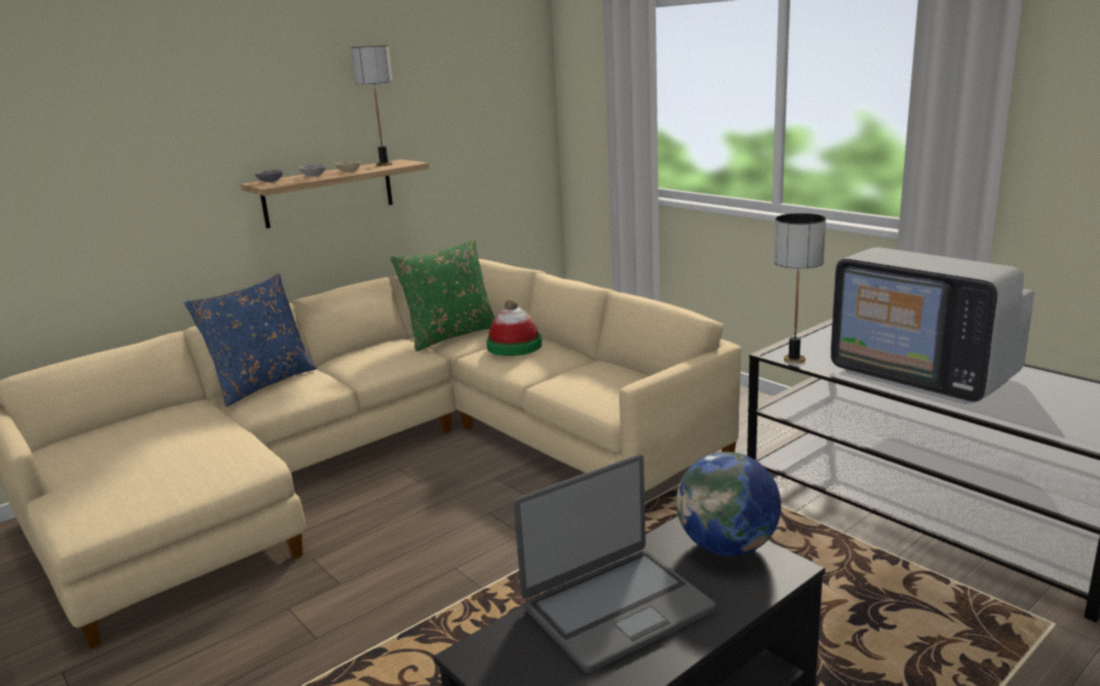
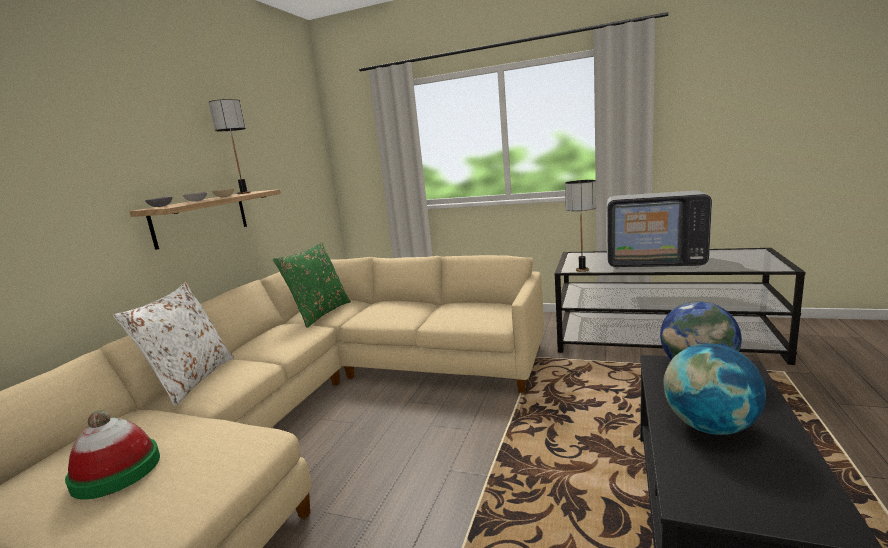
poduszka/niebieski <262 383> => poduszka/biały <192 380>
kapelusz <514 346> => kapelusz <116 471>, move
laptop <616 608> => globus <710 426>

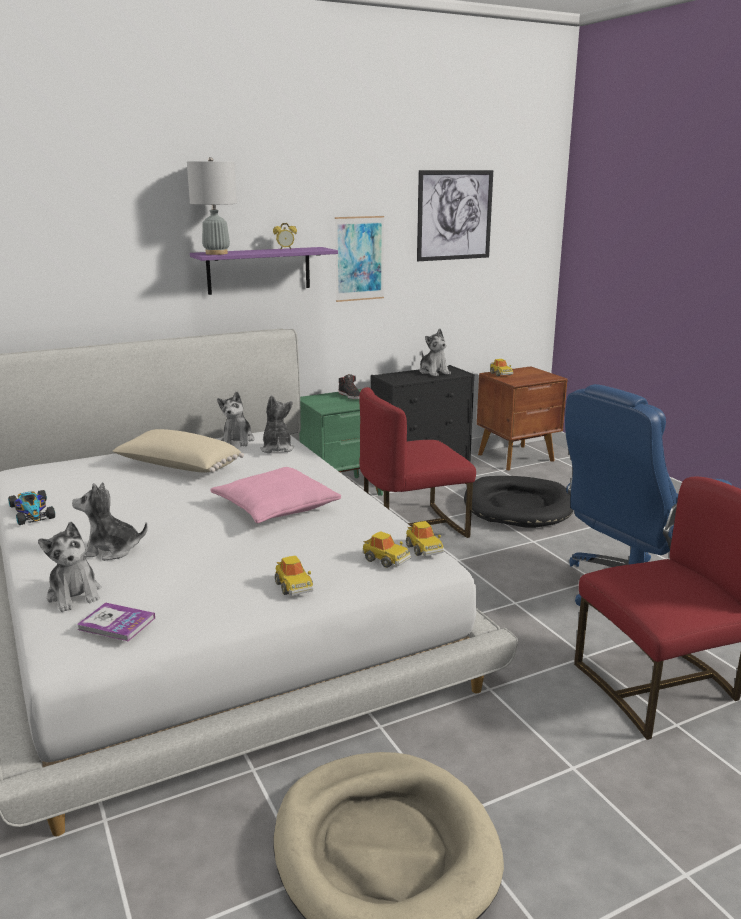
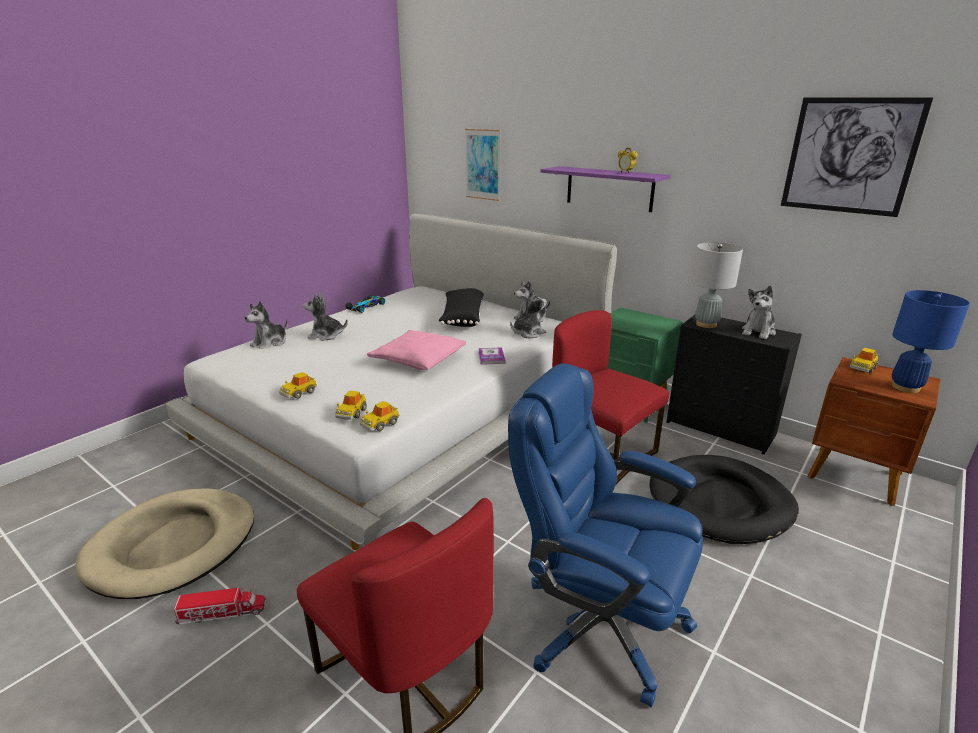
pluszak <111 550> => pluszak <326 335>, 60 degrees counterclockwise
książka <116 623> => książka <491 357>, move
poduszka/beżowy <178 468> => poduszka/czarny <461 318>
lampa stołowa/szary <217 253> => lampa stołowa/szary <706 324>, move
obraz <359 258> => obraz <483 164>, move
but/czarny <351 396> => nothing
nothing => ciężarówka zabawkowa <222 613>
nothing => lampa stołowa/niebieski <906 387>

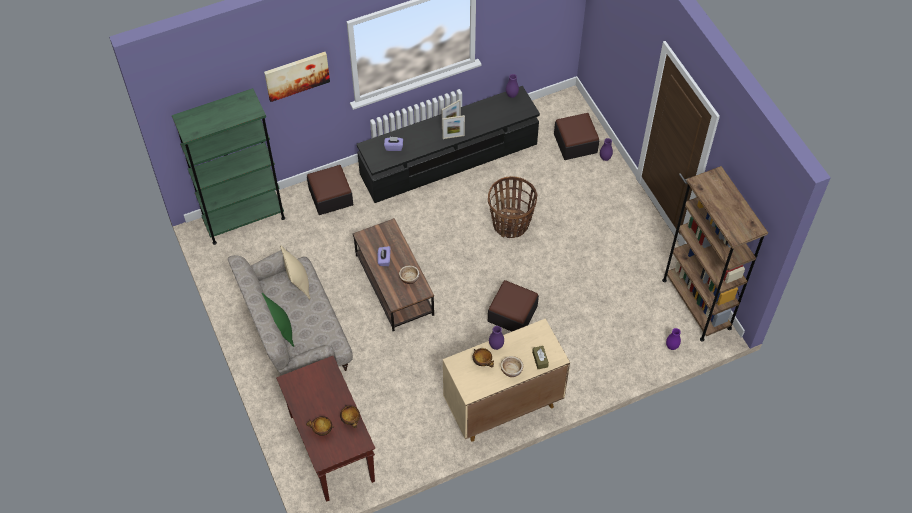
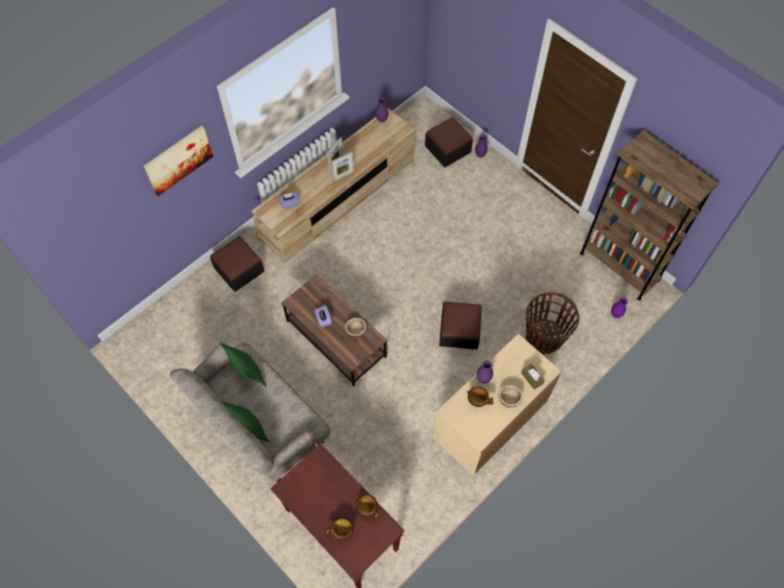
regał/zielony <244 219> => nothing
poduszka/beżowy <298 282> => poduszka/zielony <247 372>
szafka pod telewizor/czarny <449 159> => szafka pod telewizor/beżowy <338 199>
koszyk <510 224> => koszyk <544 337>, move

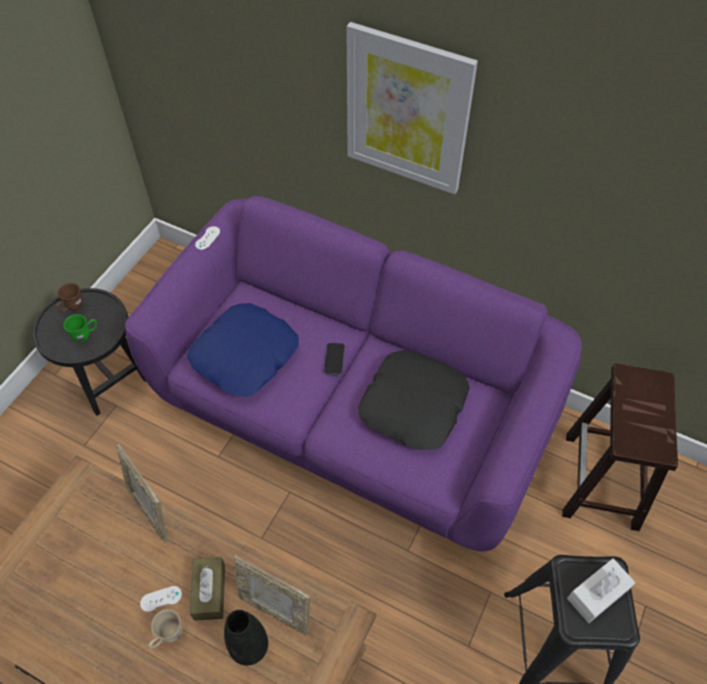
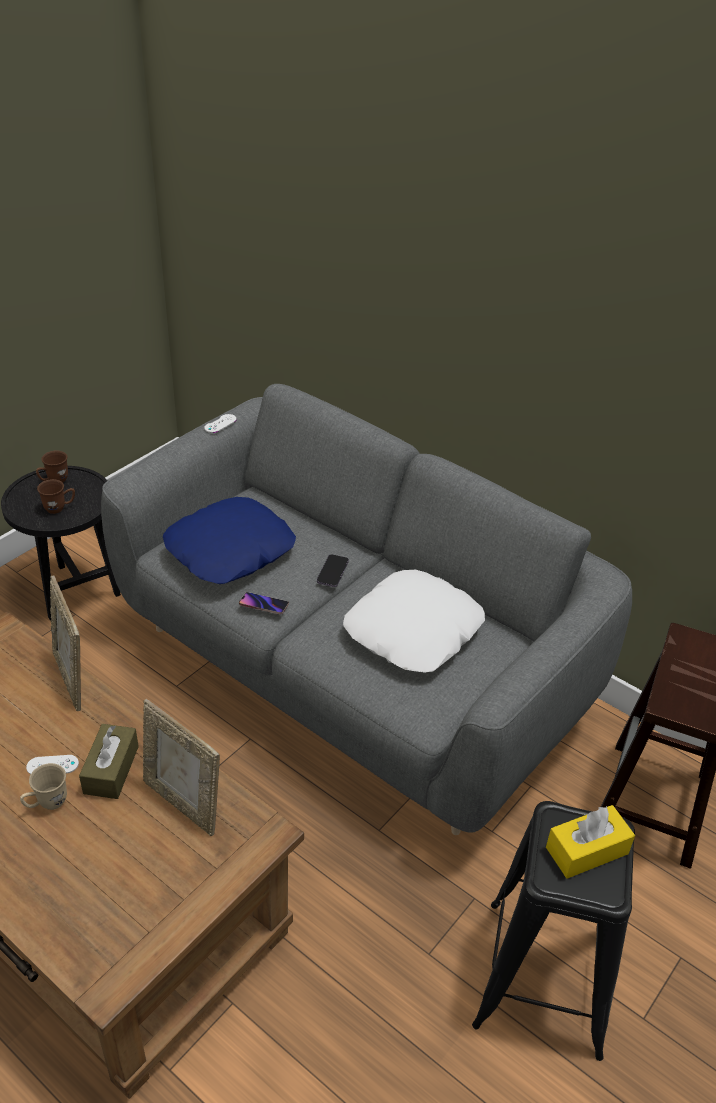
kubek/zielony <85 335> => kubek/brązowy <59 508>
kanapa/fioletowy <353 414> => kanapa/szary <352 672>
wazon/czarny <249 646> => nothing
obraz <407 111> => nothing
poduszka/czarny <414 405> => poduszka/biały <414 631>
pudełko chusteczek/biały <597 594> => pudełko chusteczek/żółty <587 850>
nothing => telefon <263 605>

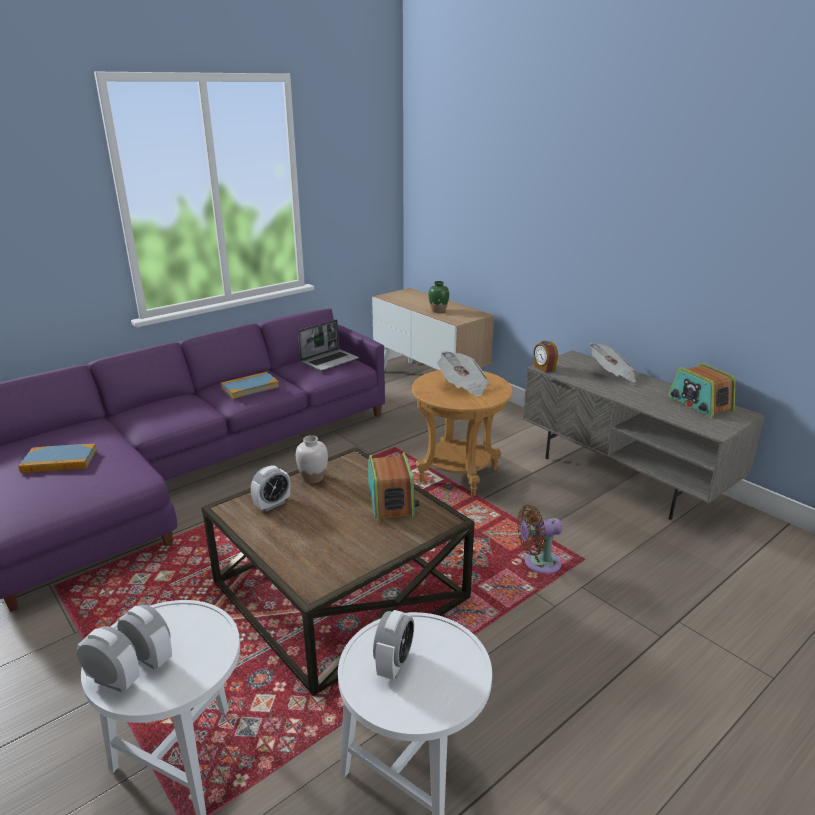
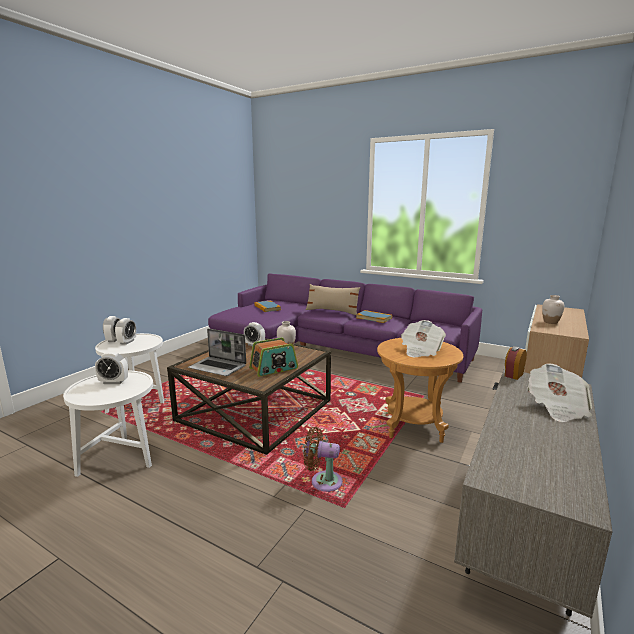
laptop <330 361> => laptop <218 367>, move
wazon/zielony <438 311> => wazon/biały <550 322>
wentylator/brązowy <538 563> => wentylator/brązowy <323 481>, 45 degrees counterclockwise
radio <699 404> => nothing
nothing => poduszka/beżowy <332 311>

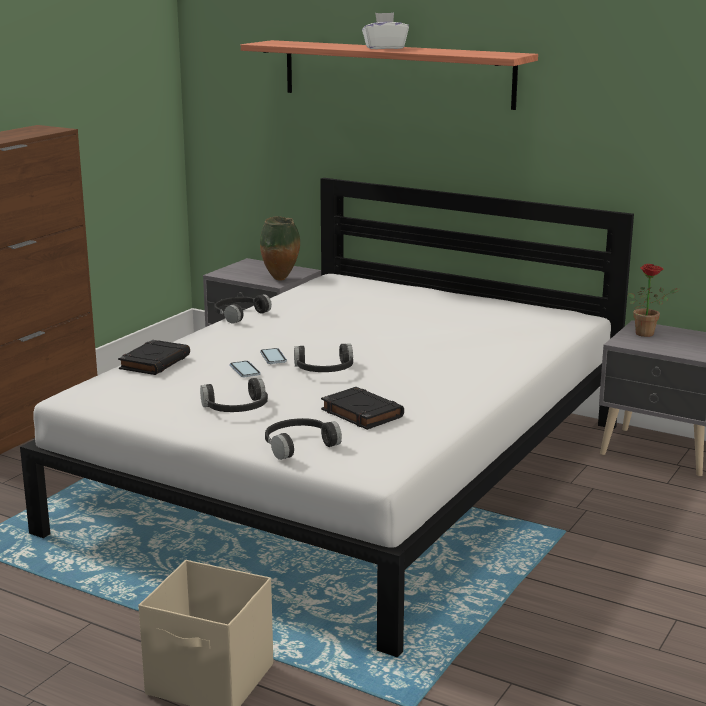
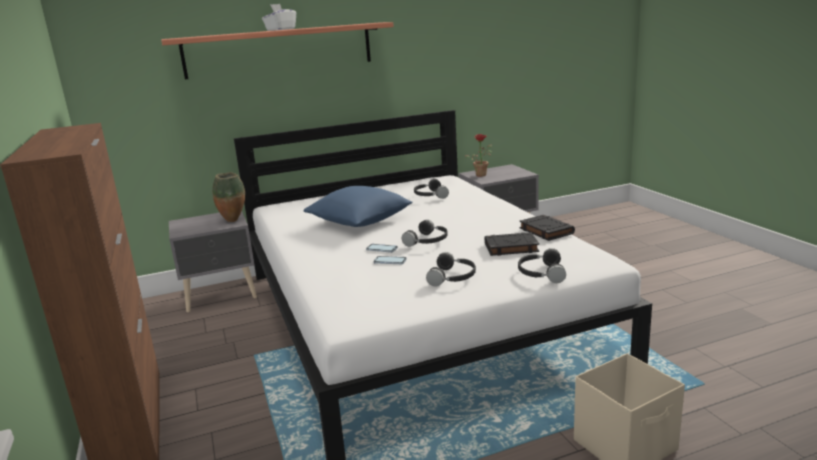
książka/czarny <155 362> => książka/czarny <545 231>, move
słuchawki/czarny <238 315> => słuchawki/czarny <429 195>, move
nothing => poduszka/niebieski <360 222>

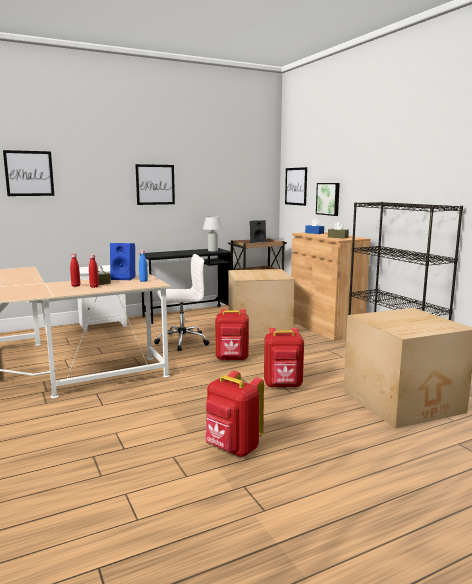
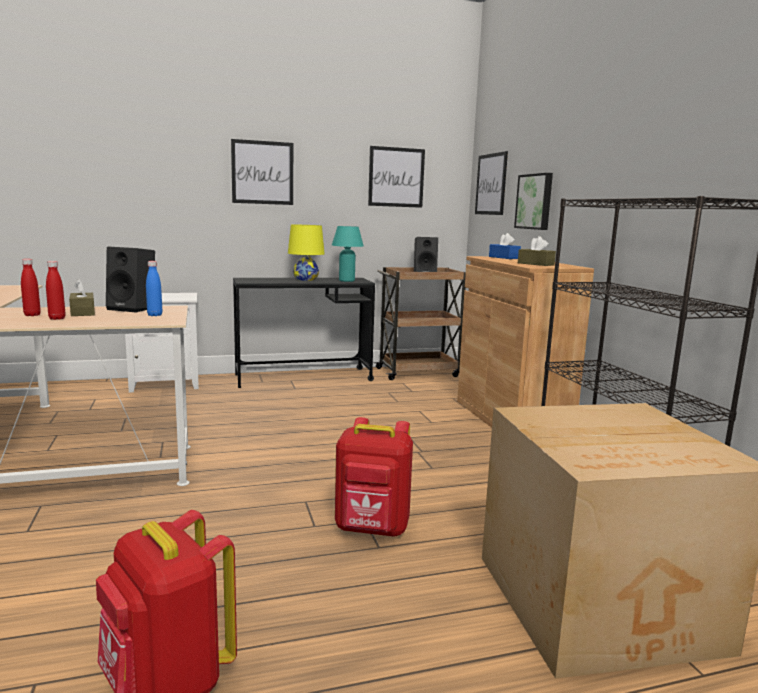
obraz <29 173> => obraz <396 177>, move
głośnik/niebieski <124 278> => głośnik/czarny <134 309>
krzesło biurowe/biały <181 341> => nothing
lampa stołowa/biały <212 251> => lampa stołowa/turkusowy <346 281>
plecak/czerwony <232 359> => nothing
karton <258 329> => nothing
nothing => lampa stołowa/żółty <305 279>

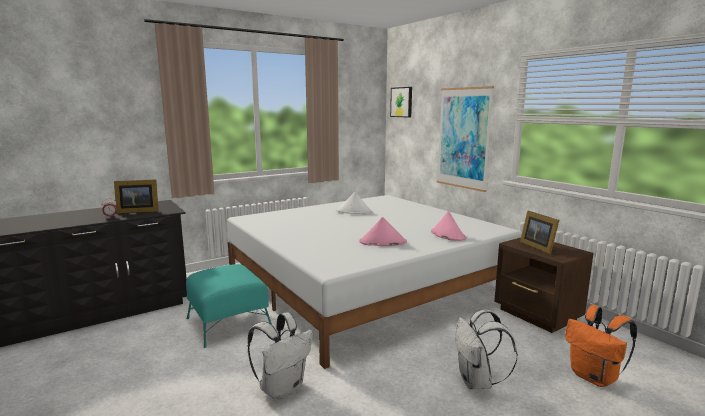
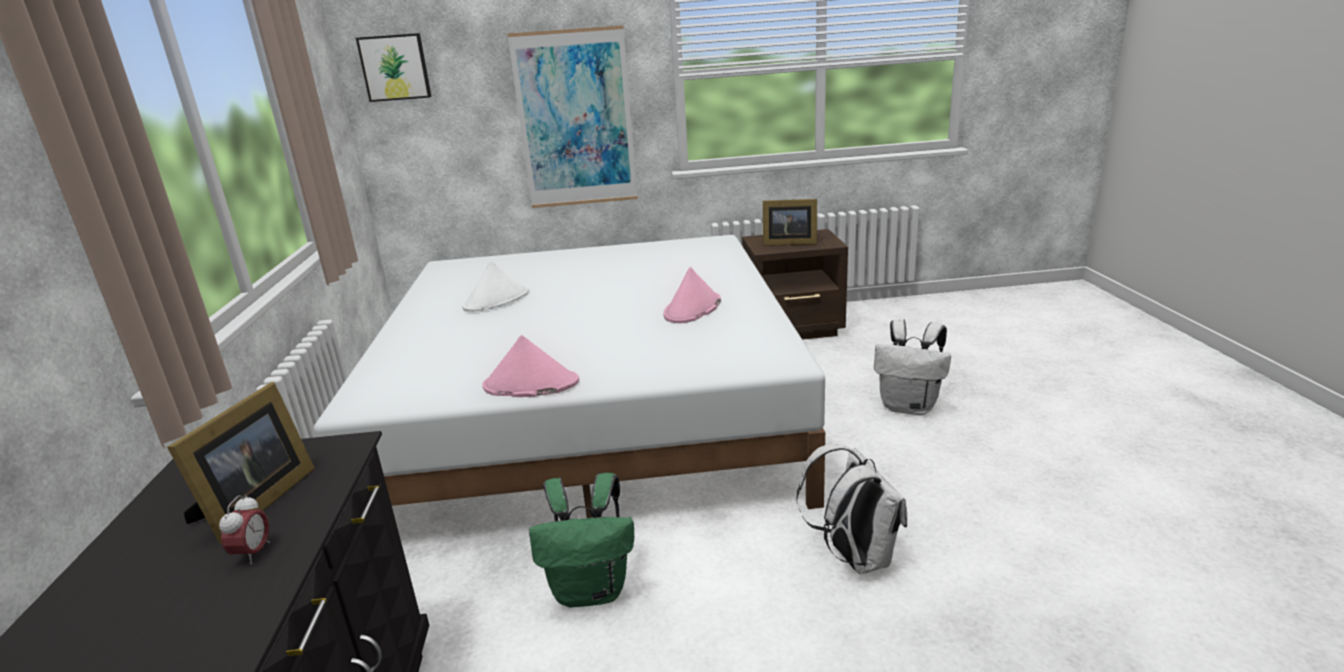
pufa/turkusowy <228 323> => plecak/zielony <592 590>
kapelusz/różowy <447 235> => kapelusz/różowy <530 384>, move
plecak/pomarańczowy <595 377> => nothing

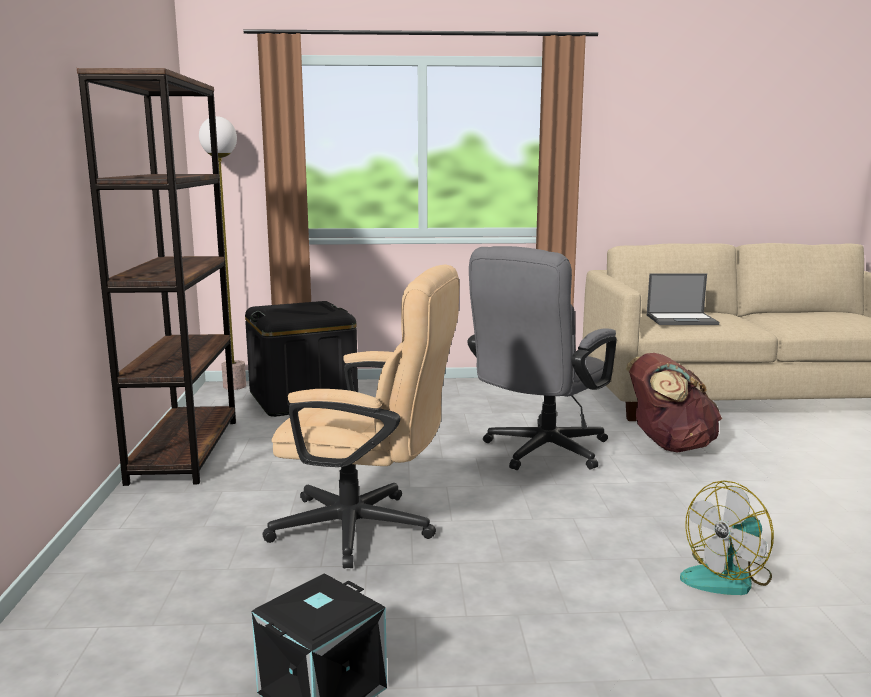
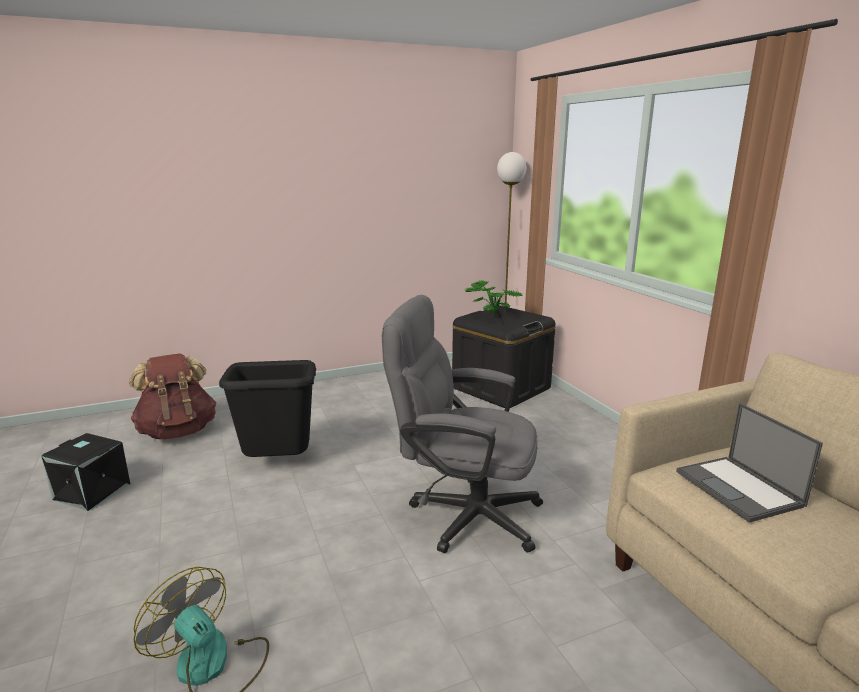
regał/brązowy <185 450> => nothing
krzesło biurowe/beżowy <367 530> => kosz na śmieci/czarny <277 464>
plecak/brązowy <669 446> => plecak/brązowy <178 431>, move
nothing => roślina doniczkowa <492 315>

